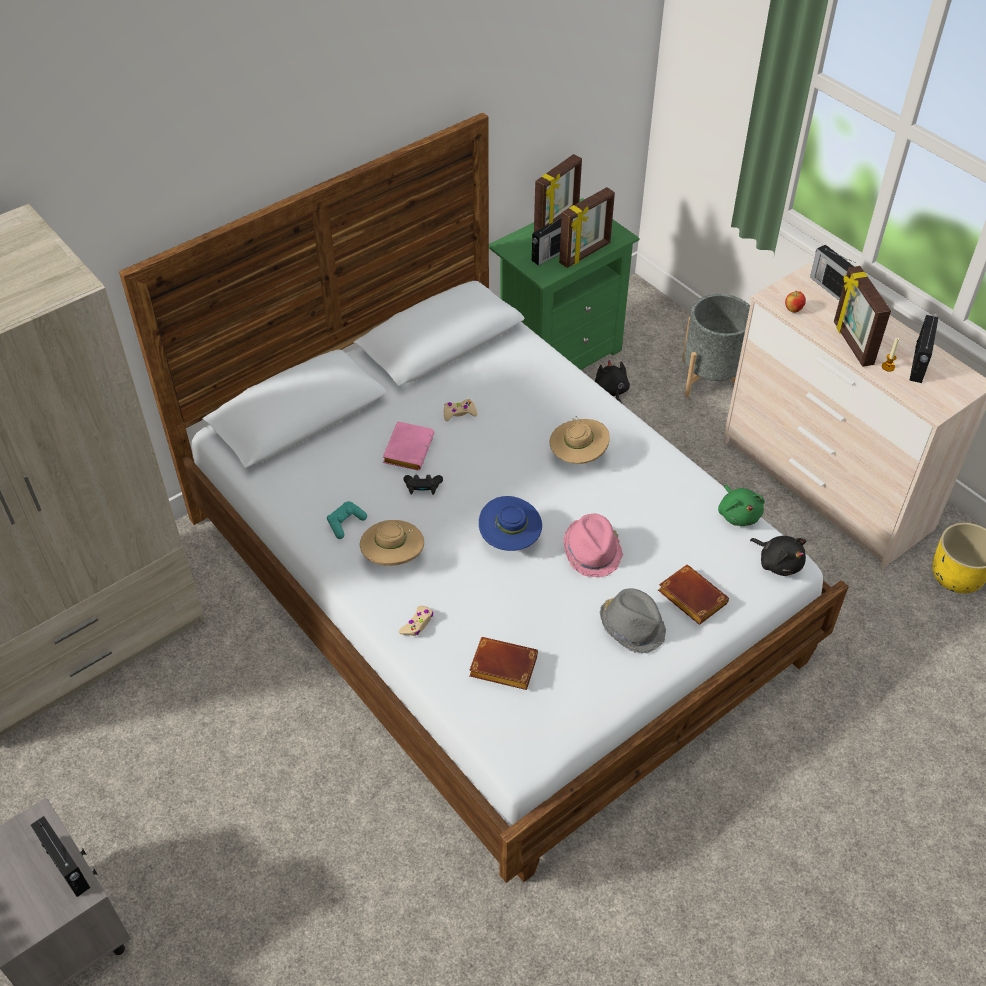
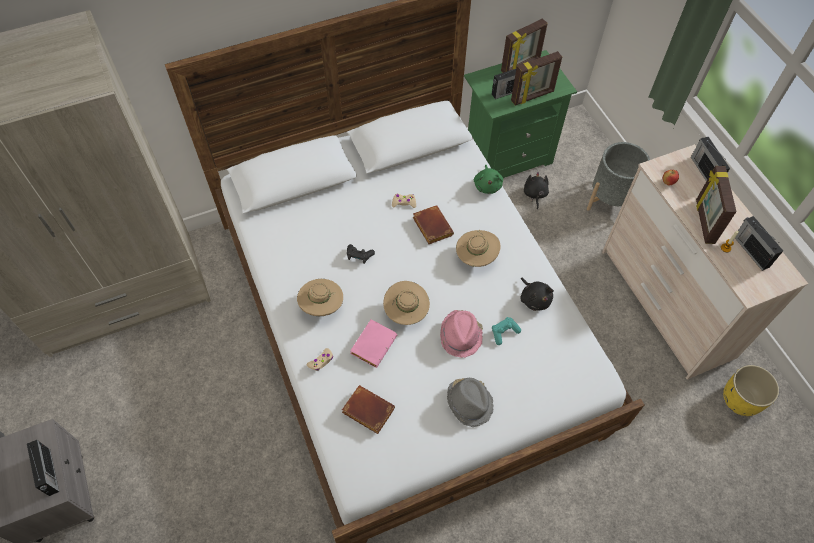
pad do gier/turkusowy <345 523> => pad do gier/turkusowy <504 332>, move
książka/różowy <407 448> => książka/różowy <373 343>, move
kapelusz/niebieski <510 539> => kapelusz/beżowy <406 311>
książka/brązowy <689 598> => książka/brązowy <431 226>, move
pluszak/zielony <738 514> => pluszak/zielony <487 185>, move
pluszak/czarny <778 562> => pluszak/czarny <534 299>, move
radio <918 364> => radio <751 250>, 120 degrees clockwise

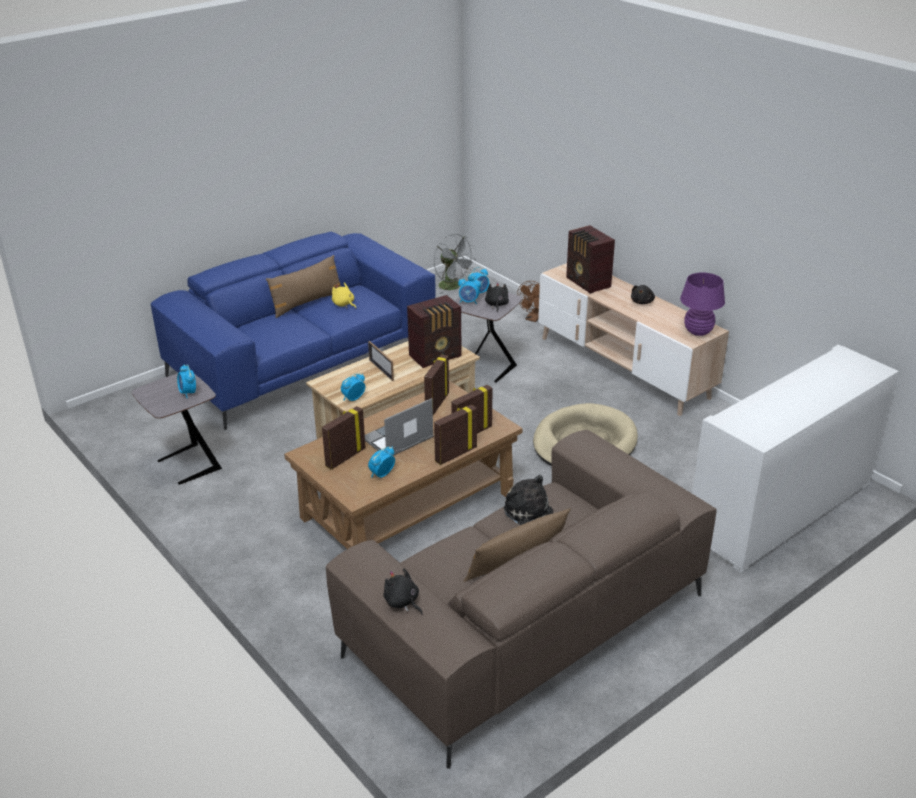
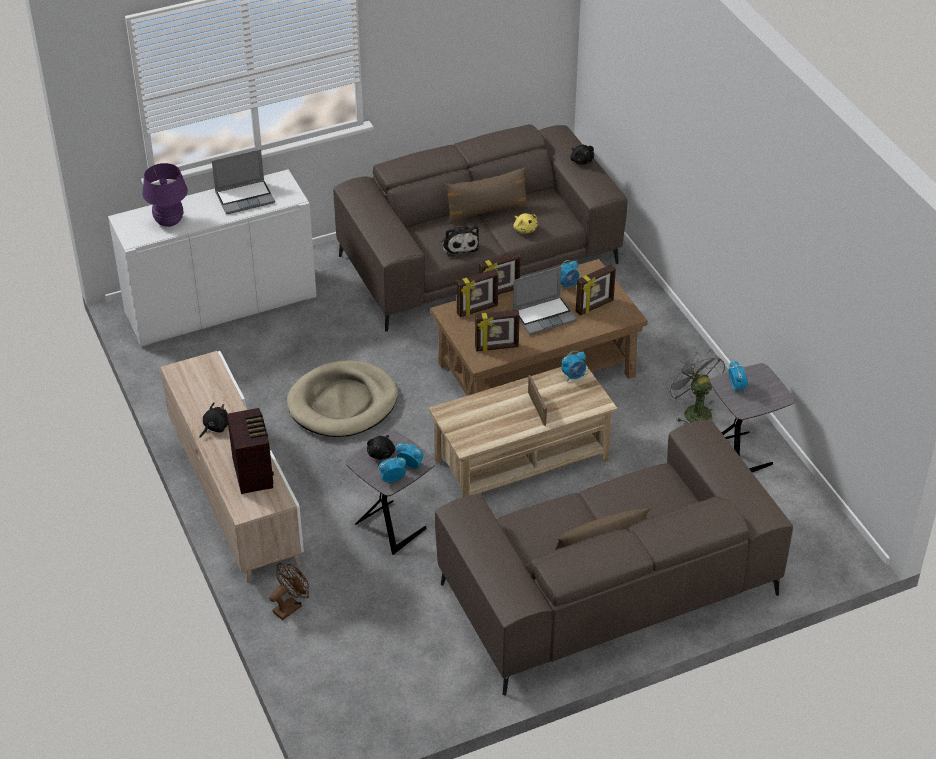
kanapa/niebieski <303 360> => kanapa/brązowy <608 588>
pluszak/żółty <344 304> => pluszak/żółty <524 229>, move
radio <436 356> => nothing
ramka na zdjęcie <436 404> => ramka na zdjęcie <497 347>, 45 degrees clockwise
wentylator/szary <453 287> => wentylator/szary <693 411>, move
lampa stołowa/fioletowy <698 332> => lampa stołowa/fioletowy <169 221>, move
nothing => laptop <245 197>

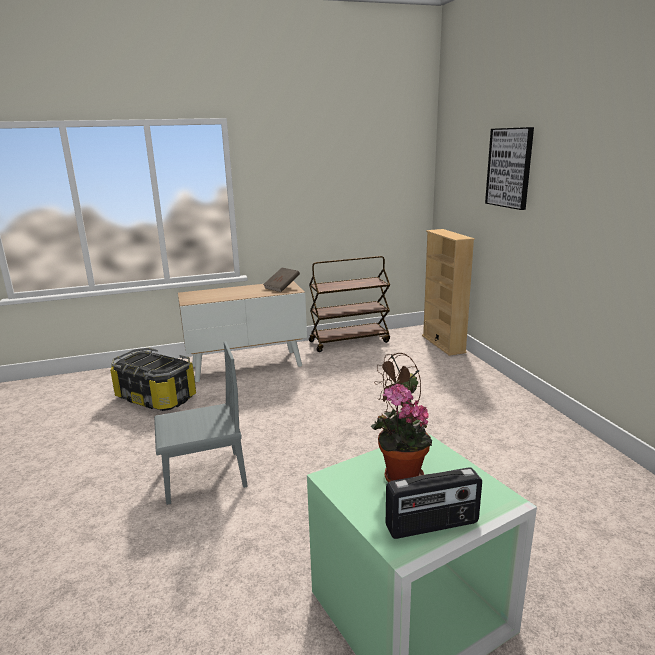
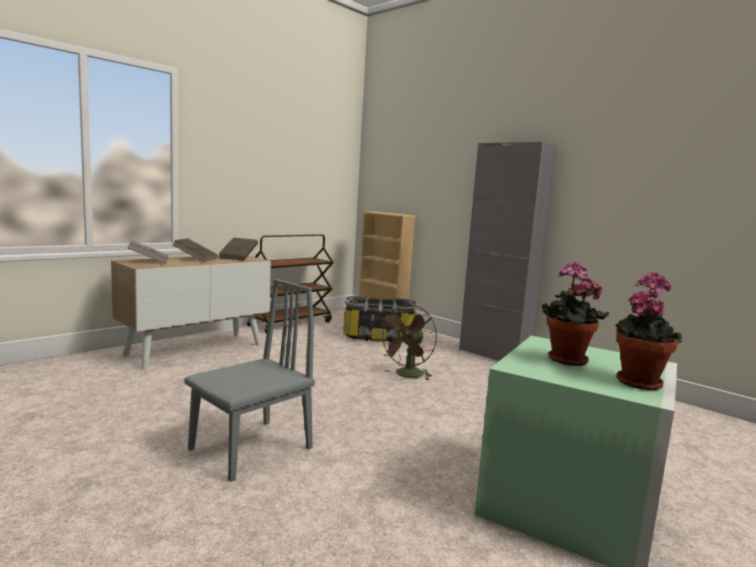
pojemnik do przechowywania <157 397> => pojemnik do przechowywania <378 336>, move
radio <432 525> => roślina doniczkowa <637 381>
obraz <509 168> => nothing
nothing => książka/szary <148 262>
nothing => książka/brązowy <195 259>
nothing => szafka/szary <494 355>

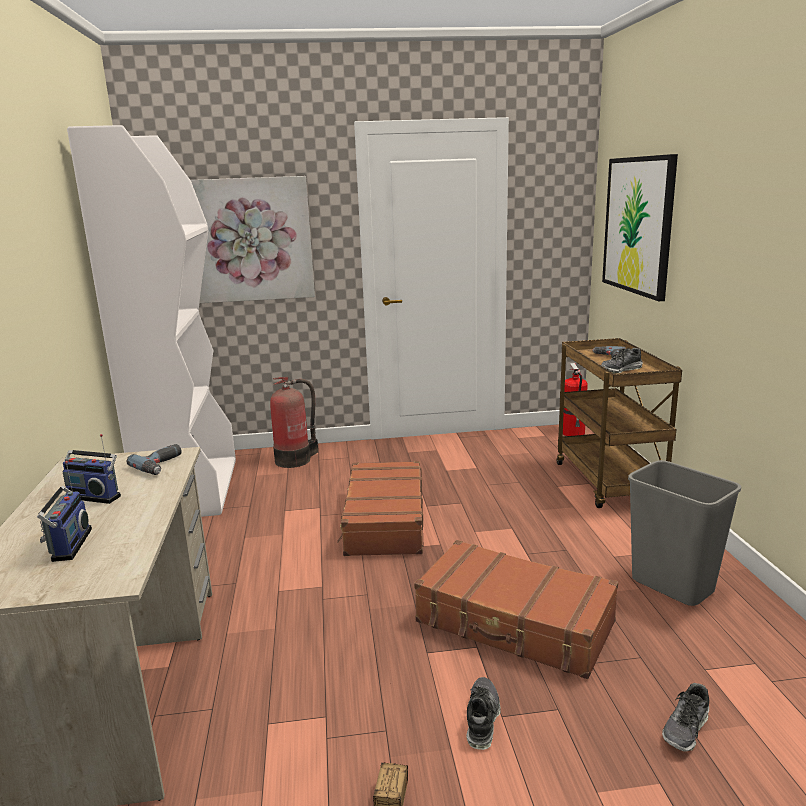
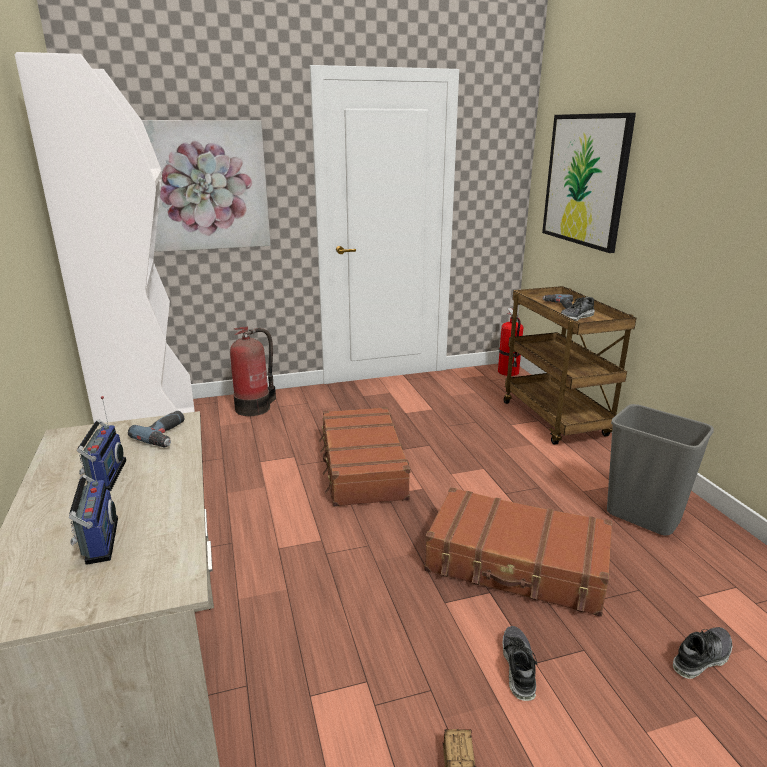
radio <95 496> => radio <105 476>, 105 degrees counterclockwise
but <686 729> => but <701 658>, 150 degrees counterclockwise

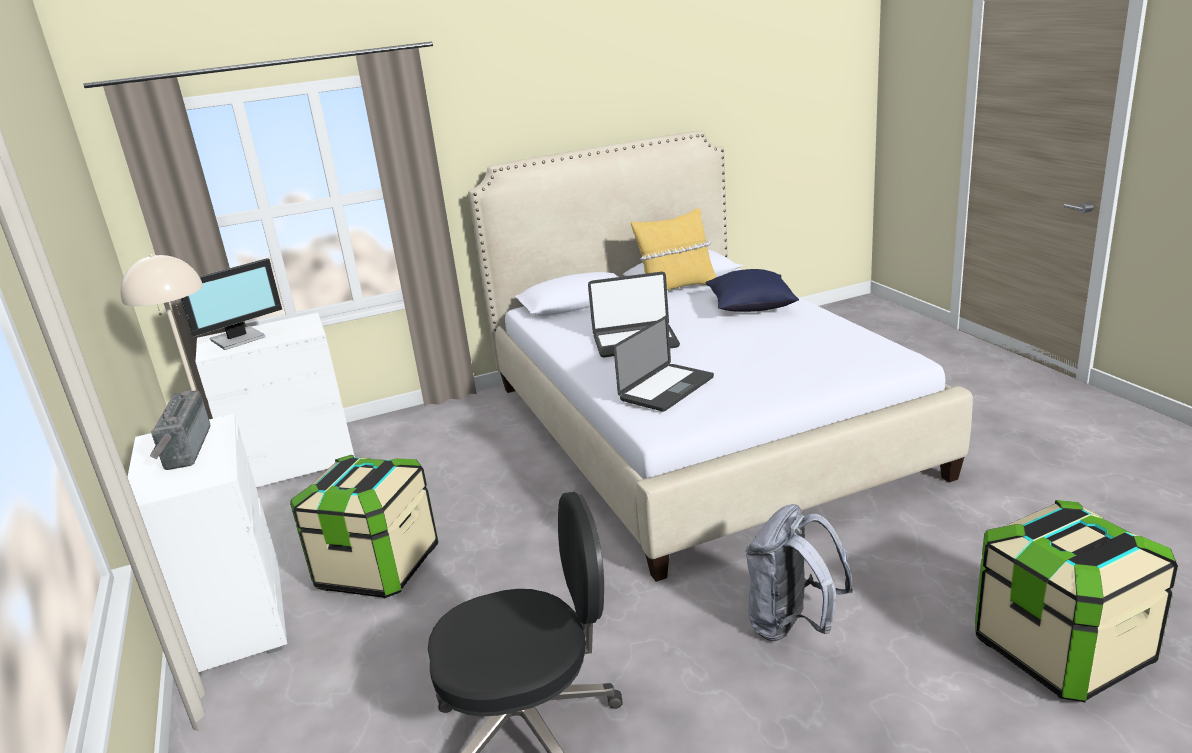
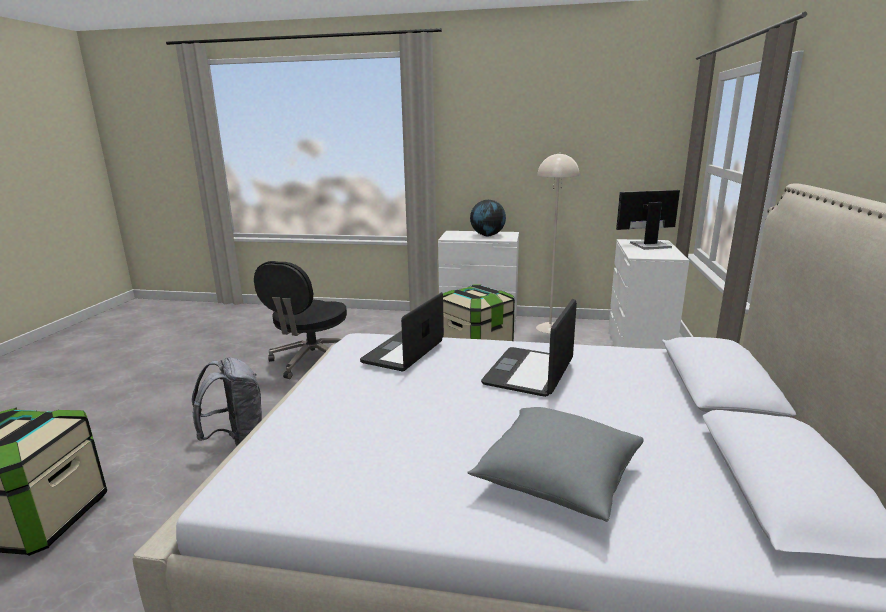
radio <183 449> => globus <487 235>
monitor <239 339> => monitor <648 245>, 90 degrees clockwise
laptop <667 389> => laptop <403 352>, 45 degrees clockwise
poduszka/żółty <676 289> => nothing
poduszka/niebieski <750 307> => poduszka/szary <556 480>

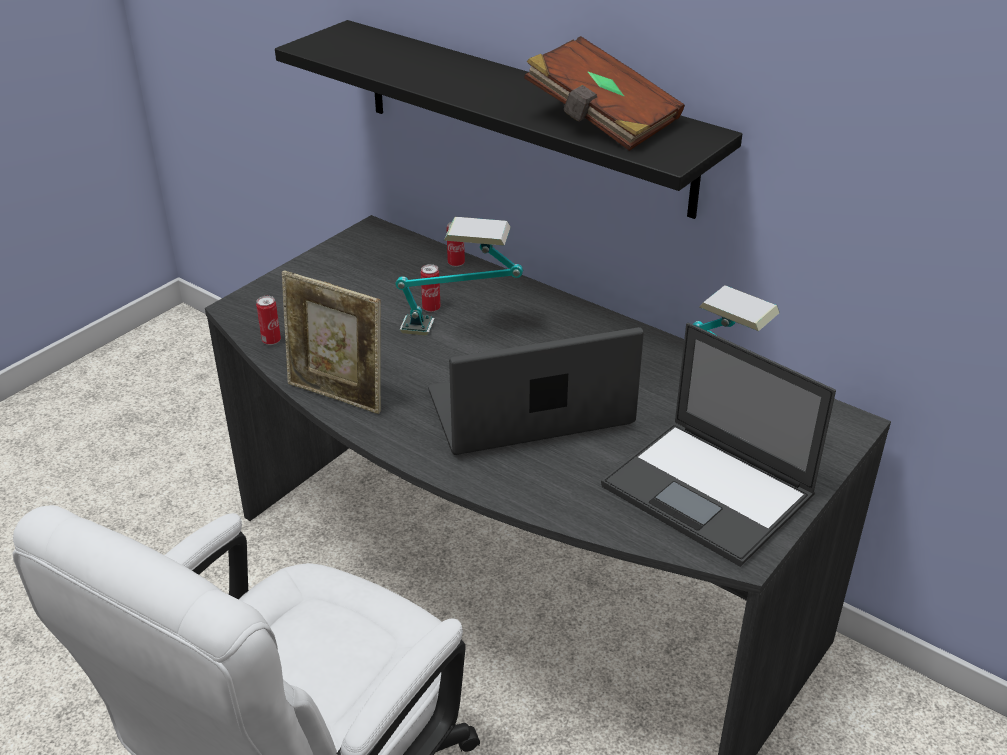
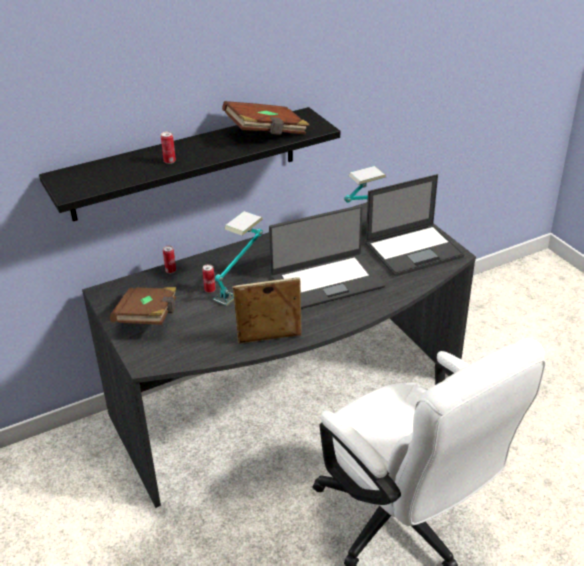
puszka <271 341> => puszka <169 161>, move
ramka na zdjęcie <337 395> => ramka na zdjęcie <269 341>, 150 degrees counterclockwise
laptop <530 411> => laptop <326 281>, 120 degrees counterclockwise
nothing => książka/brązowy <148 318>

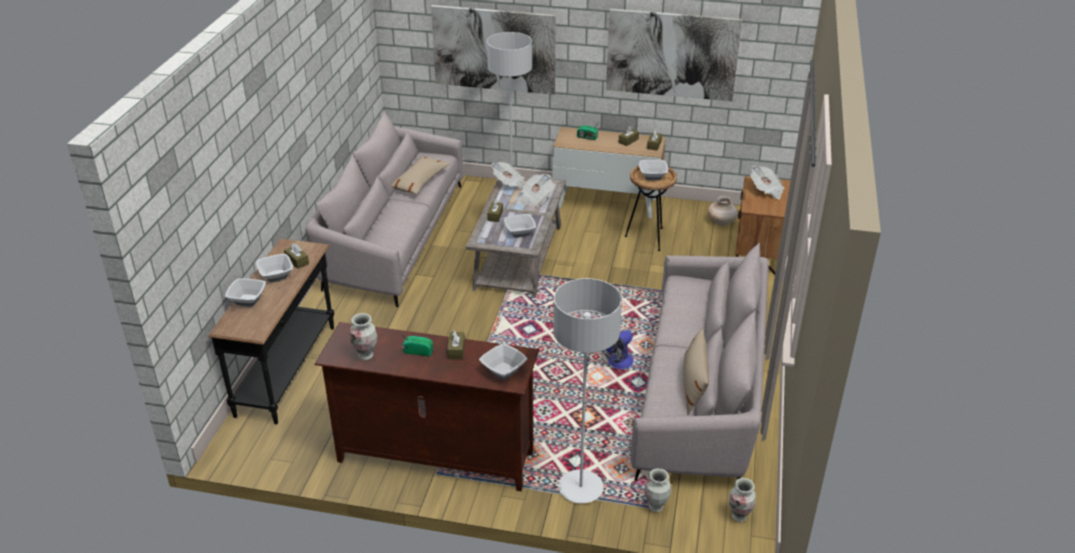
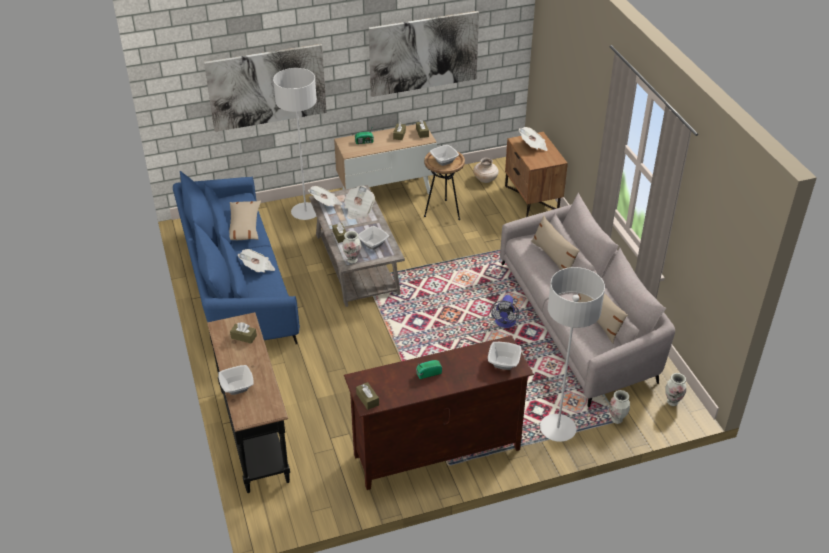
miska <275 276> => nothing
kanapa/szary <393 237> => kanapa/niebieski <236 283>
wazon <366 355> => wazon <352 260>, move
pudełko chusteczek/brązowy <456 350> => pudełko chusteczek/brązowy <367 399>, move
nothing => gazeta <258 268>
nothing => poduszka/beżowy <553 258>

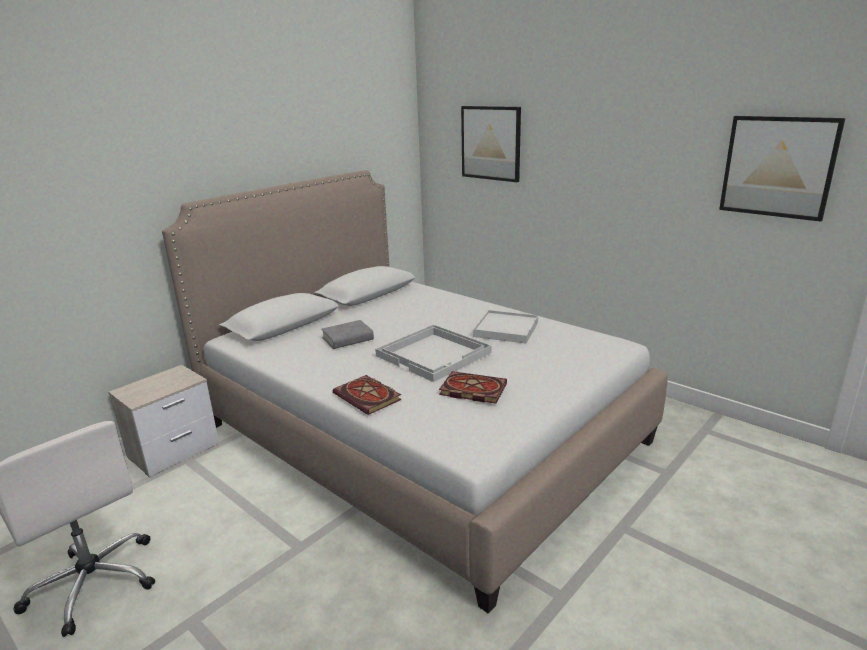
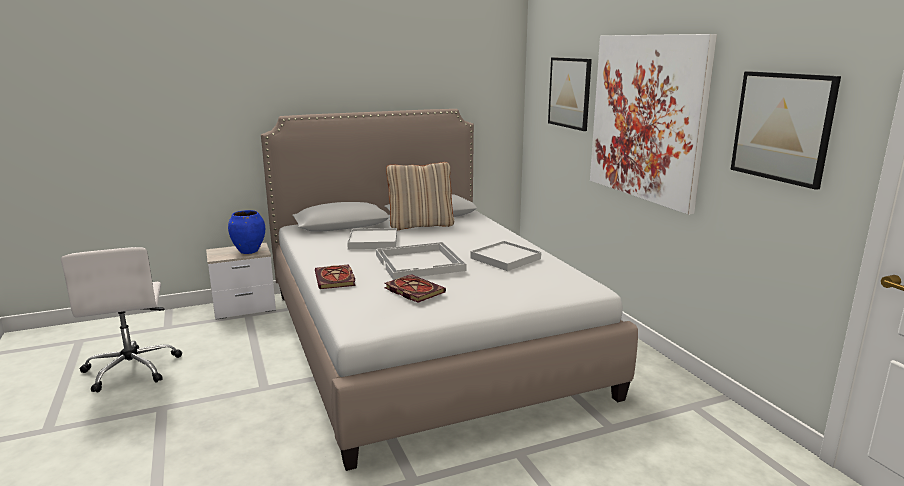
książka/szary <348 339> => taca/biały <373 241>
nothing => wazon/niebieski <248 251>
nothing => poduszka/beżowy <421 225>
nothing => obraz <646 118>

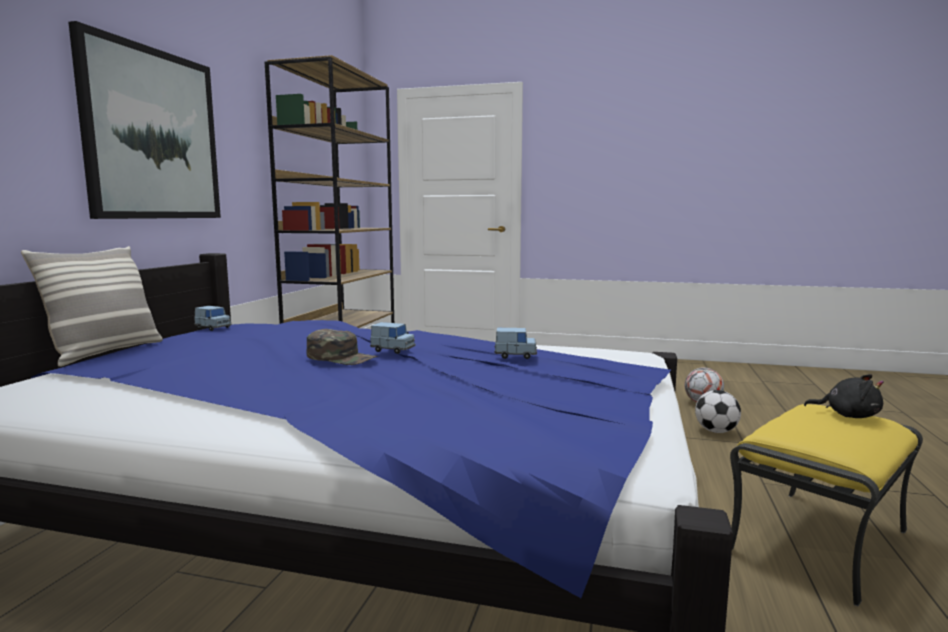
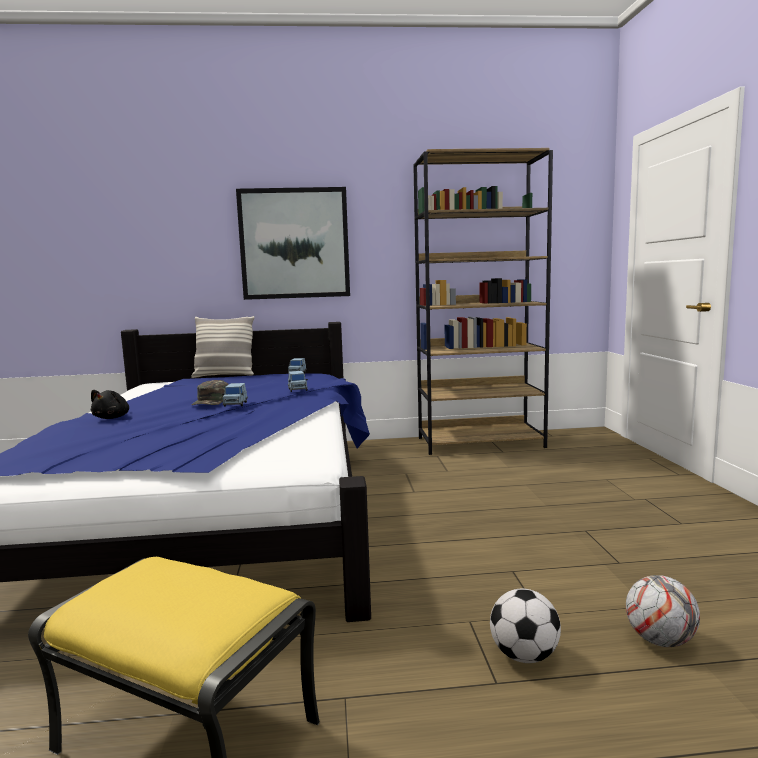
samochodzik/niebieski <515 355> => samochodzik/niebieski <297 390>, move
pluszak/czarny <848 415> => pluszak/czarny <113 418>, move

